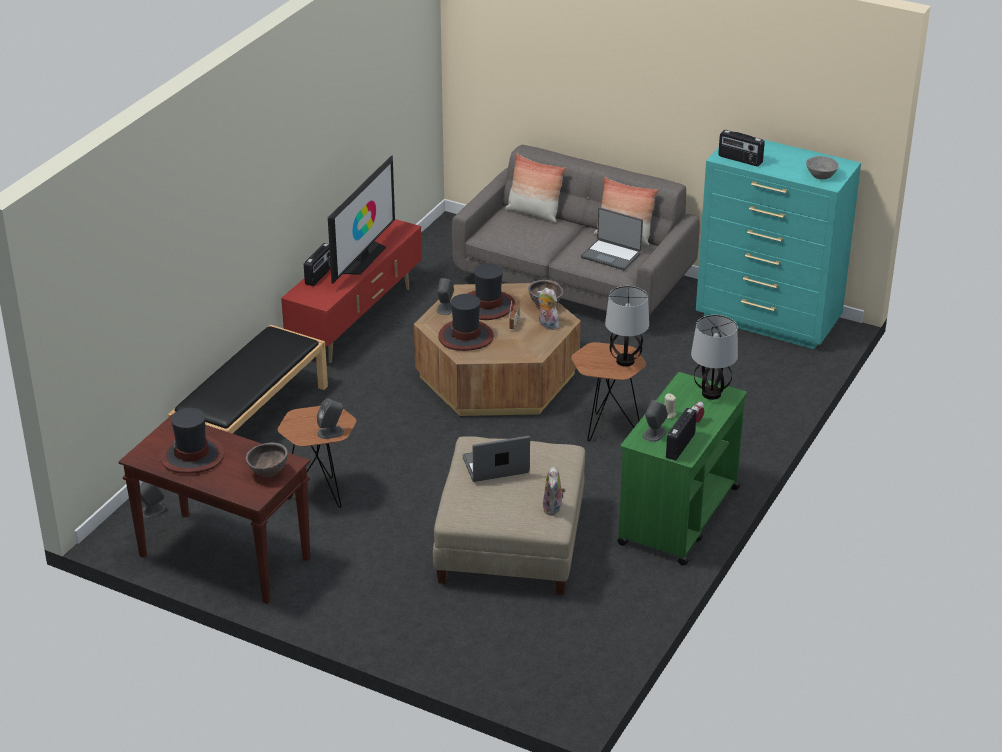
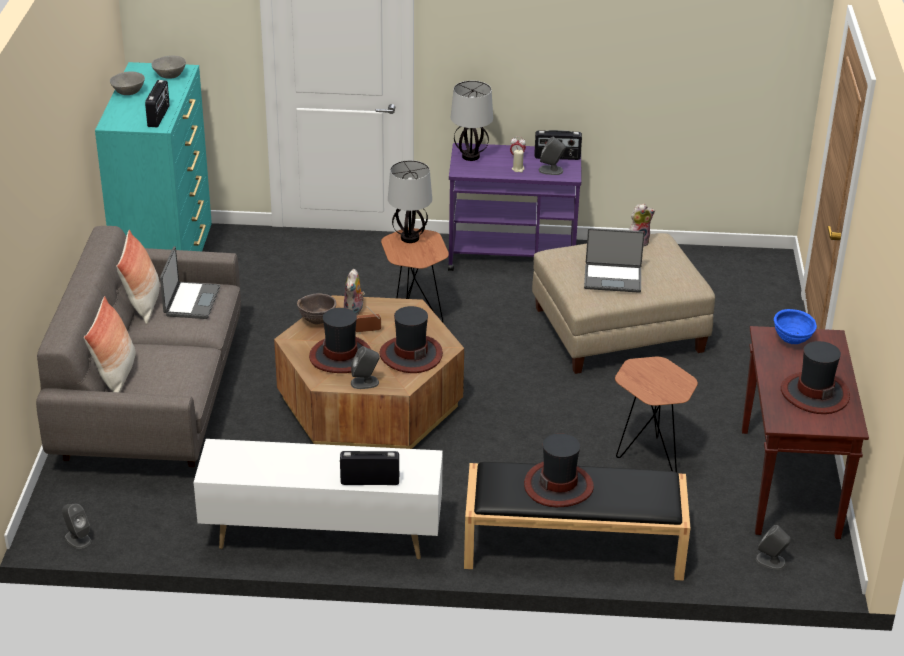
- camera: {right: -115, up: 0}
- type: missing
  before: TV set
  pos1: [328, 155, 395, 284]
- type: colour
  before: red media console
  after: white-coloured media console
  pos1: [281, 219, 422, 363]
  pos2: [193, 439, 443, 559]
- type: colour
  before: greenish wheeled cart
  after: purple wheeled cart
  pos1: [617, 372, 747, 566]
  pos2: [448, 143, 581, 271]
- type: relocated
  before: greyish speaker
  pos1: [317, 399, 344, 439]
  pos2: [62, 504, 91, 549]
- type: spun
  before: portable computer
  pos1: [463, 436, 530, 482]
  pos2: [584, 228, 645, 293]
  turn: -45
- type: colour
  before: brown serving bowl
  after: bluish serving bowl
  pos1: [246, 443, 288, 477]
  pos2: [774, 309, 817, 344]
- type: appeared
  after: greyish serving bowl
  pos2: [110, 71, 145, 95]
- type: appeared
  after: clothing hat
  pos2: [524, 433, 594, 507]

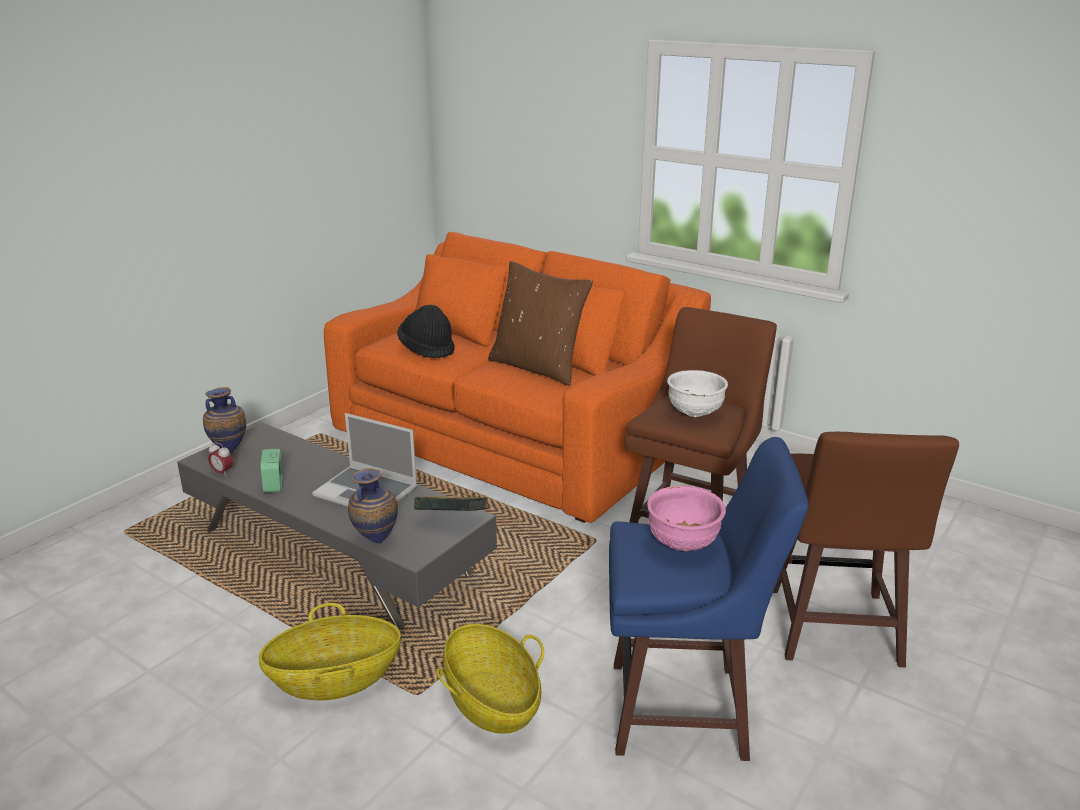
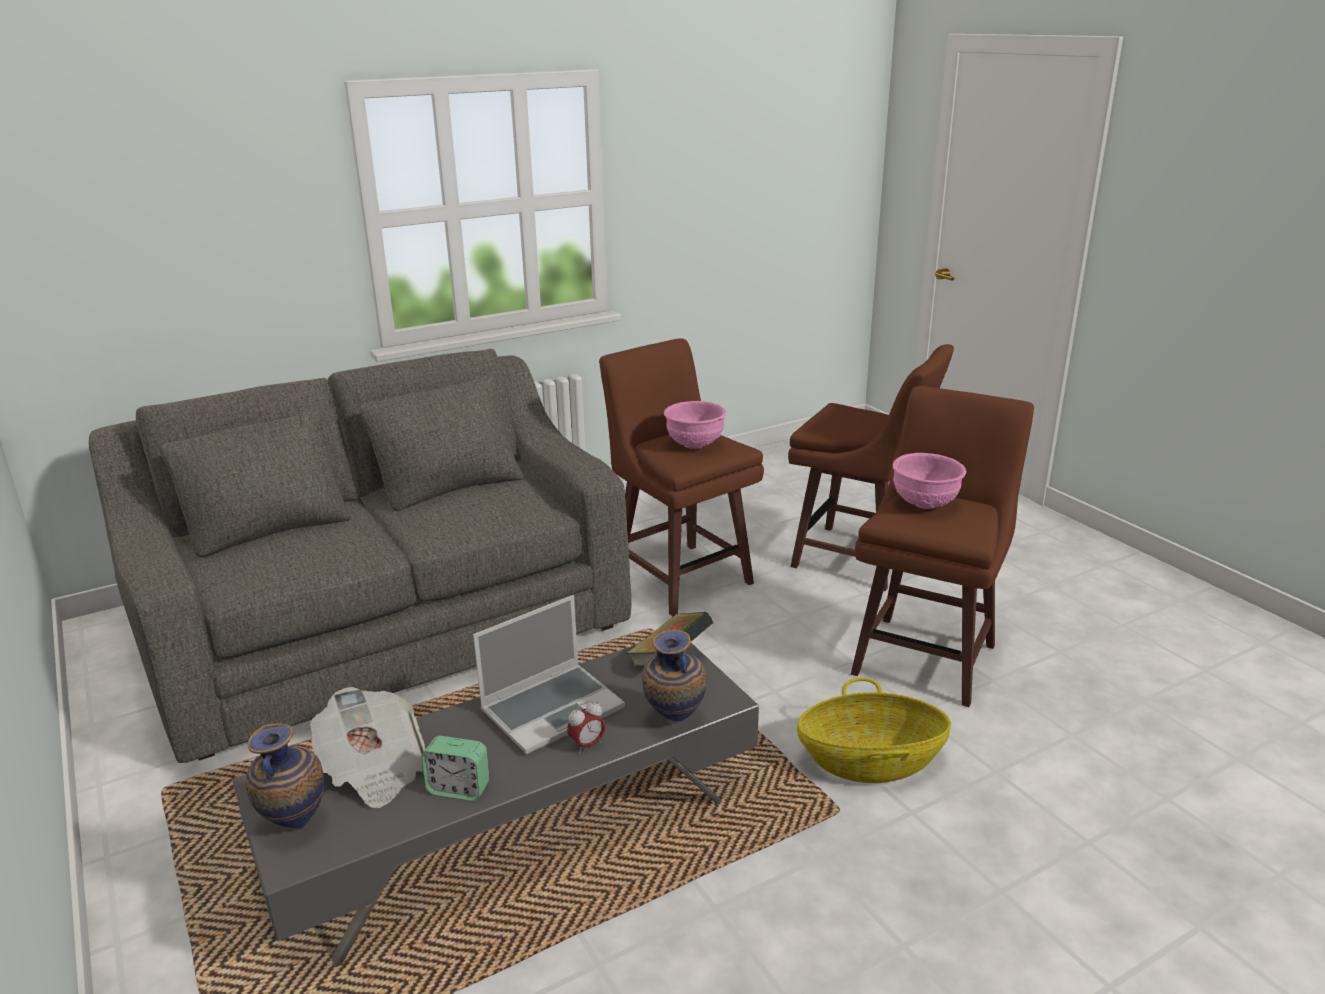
- camera: {right: -65, up: 0}
- type: colour
  before: orange sofa
  after: greyish sofa
  pos1: [324, 232, 711, 523]
  pos2: [89, 349, 632, 763]
- type: missing
  before: brown cushion
  pos1: [488, 261, 593, 386]
- type: missing
  before: blackish clothing hat
  pos1: [397, 305, 455, 358]
- type: colour
  before: white-coloured serving bowl
  after: pinkish serving bowl
  pos1: [667, 370, 728, 417]
  pos2: [664, 401, 726, 449]
- type: colour
  before: bluish stool
  after: brown stool
  pos1: [609, 437, 809, 761]
  pos2: [851, 386, 1034, 707]
- type: relocated
  before: bedside clock
  pos1: [208, 442, 233, 477]
  pos2: [567, 701, 606, 754]
- type: missing
  before: storage basket
  pos1: [259, 603, 401, 701]
- type: appeared
  after: newspaper
  pos2: [310, 687, 425, 808]

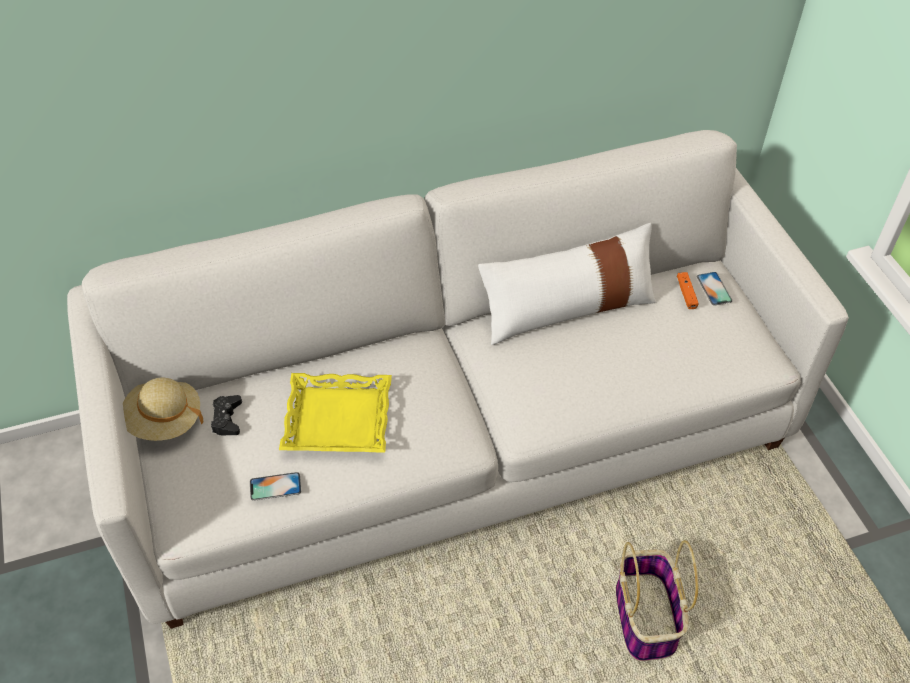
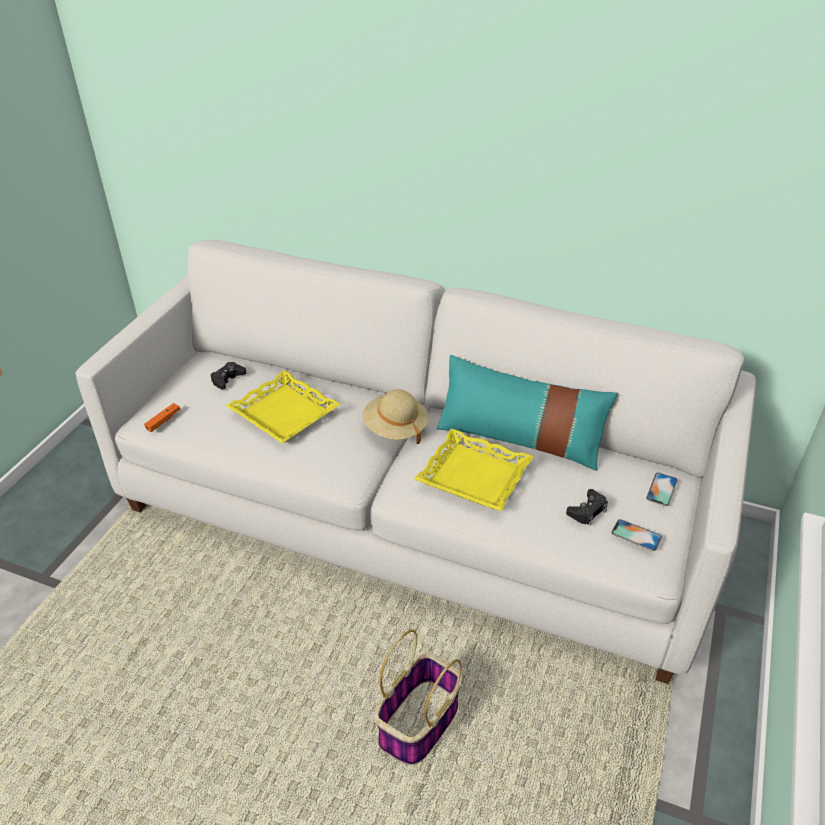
- camera: {right: 40, up: -10}
- type: colour
  before: white-coloured cushion
  after: blue-green cushion
  pos1: [478, 223, 656, 345]
  pos2: [436, 355, 618, 471]
- type: relocated
  before: orange joypad
  pos1: [677, 272, 699, 309]
  pos2: [144, 403, 180, 432]
- type: relocated
  before: beige-coloured clothing hat
  pos1: [123, 378, 203, 441]
  pos2: [362, 389, 428, 444]
- type: relocated
  before: telephone
  pos1: [250, 472, 301, 501]
  pos2: [611, 519, 662, 551]
- type: appeared
  after: yellow tray
  pos2: [415, 428, 534, 511]
- type: appeared
  after: blackish joypad
  pos2: [566, 489, 608, 526]

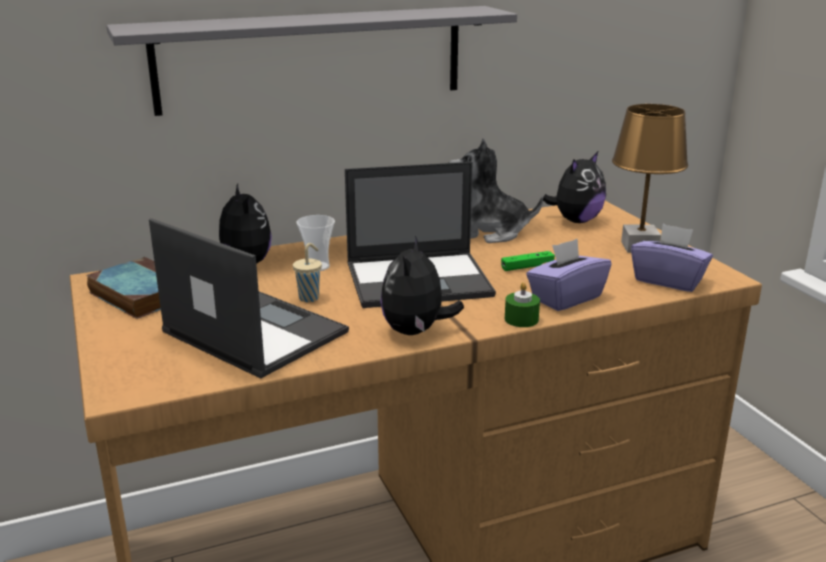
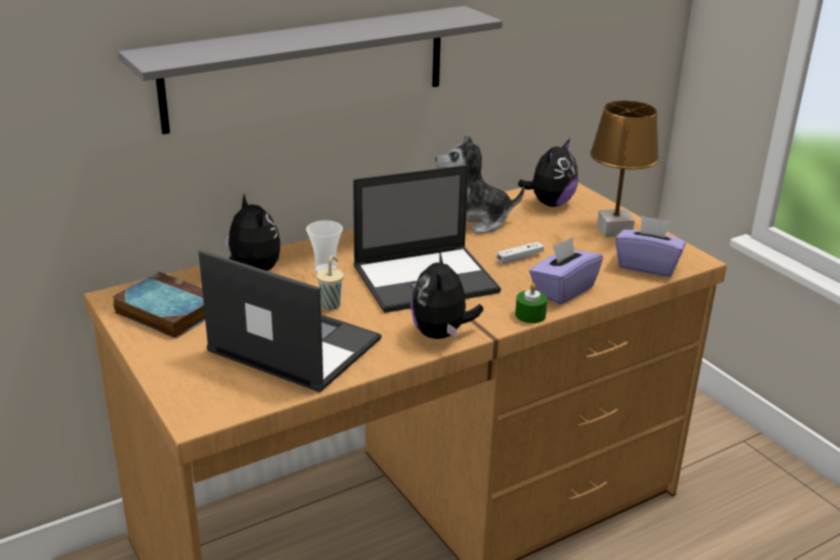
- camera: {right: -10, up: 5}
- type: colour
  before: greenish joypad
  after: white-coloured joypad
  pos1: [501, 251, 555, 271]
  pos2: [497, 242, 544, 264]

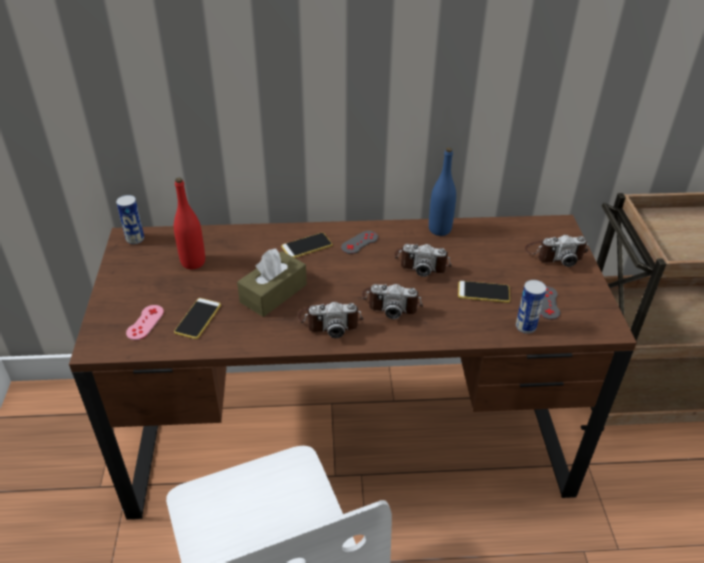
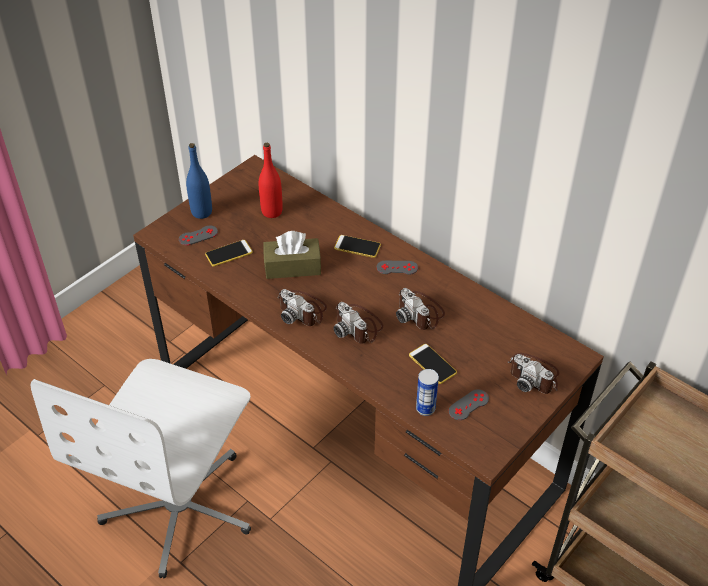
- camera: {right: 45, up: 5}
- type: relocated
  before: bluish drink bottle
  pos1: [429, 147, 456, 236]
  pos2: [186, 143, 212, 219]
- type: missing
  before: sealed can
  pos1: [116, 195, 144, 244]
- type: colour
  before: pinkish joypad
  after: greyish joypad
  pos1: [126, 305, 164, 340]
  pos2: [179, 226, 218, 245]

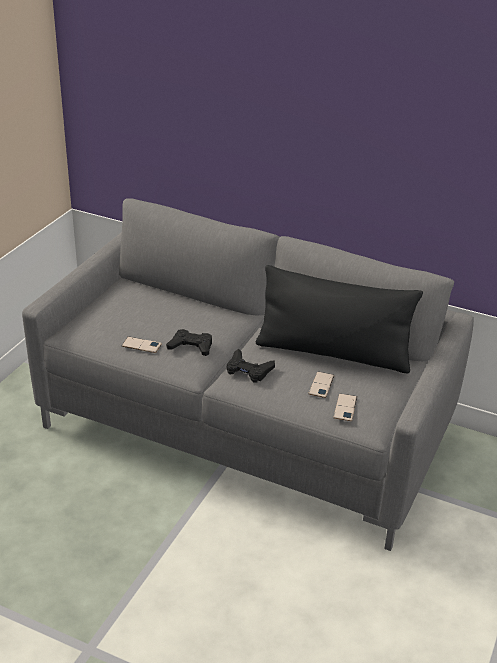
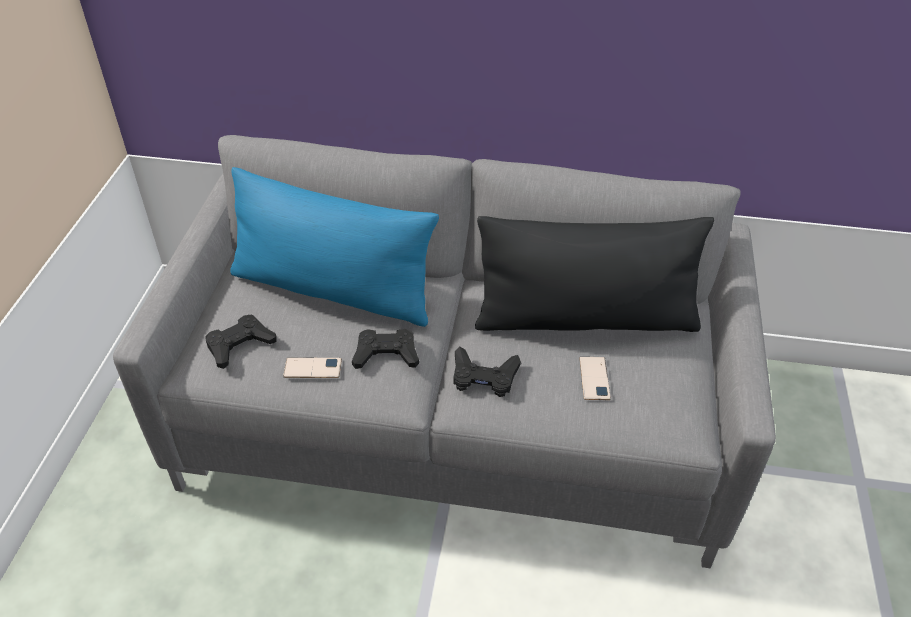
- camera: {right: -15, up: 10}
- type: missing
  before: telephone
  pos1: [333, 394, 357, 421]
- type: appeared
  after: bluish cushion
  pos2: [230, 167, 439, 327]
- type: appeared
  after: blackish joypad
  pos2: [205, 314, 277, 369]

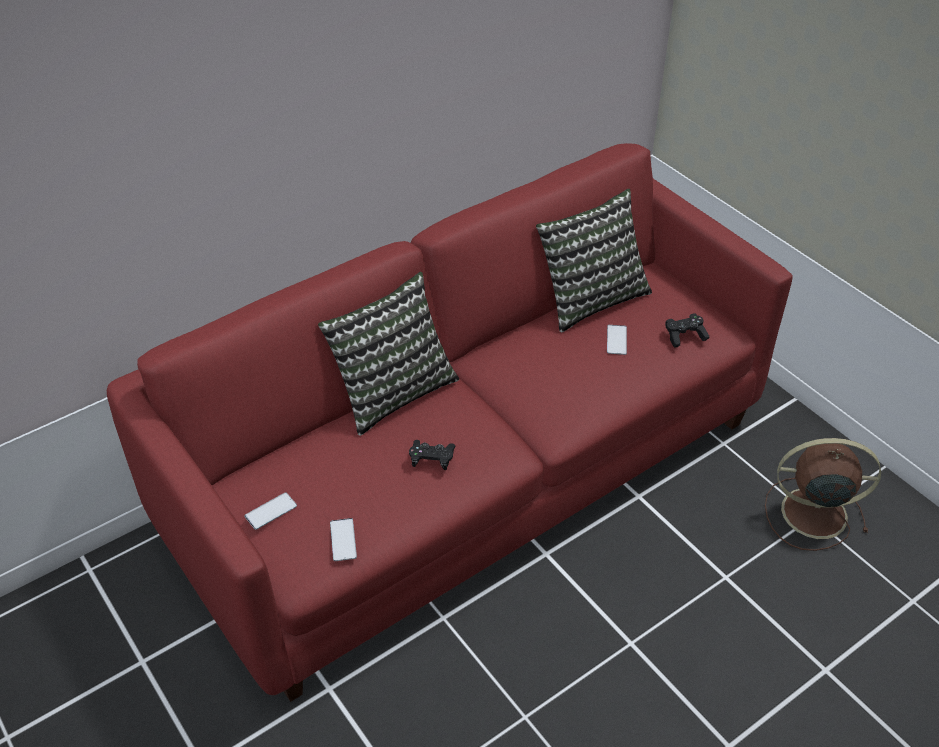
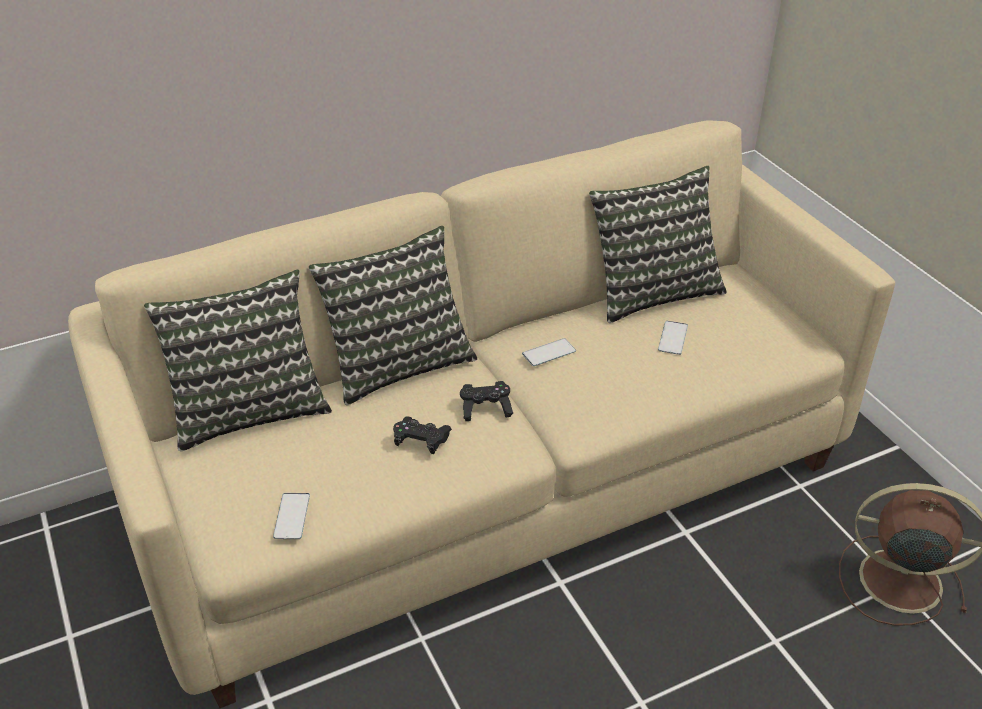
- camera: {right: 10, up: -5}
- type: colour
  before: red sofa
  after: beige-coloured sofa
  pos1: [107, 143, 793, 702]
  pos2: [68, 120, 895, 708]
- type: relocated
  before: blackish joypad
  pos1: [665, 314, 709, 348]
  pos2: [460, 381, 513, 421]
- type: relocated
  before: telephone
  pos1: [244, 492, 297, 530]
  pos2: [522, 338, 576, 366]
- type: appeared
  after: cushion
  pos2: [144, 270, 332, 452]

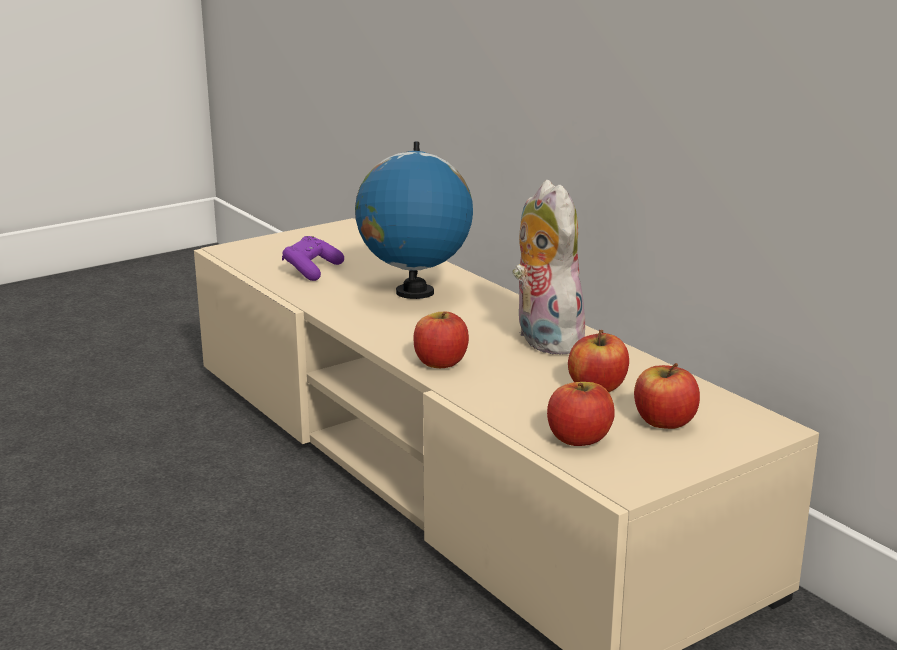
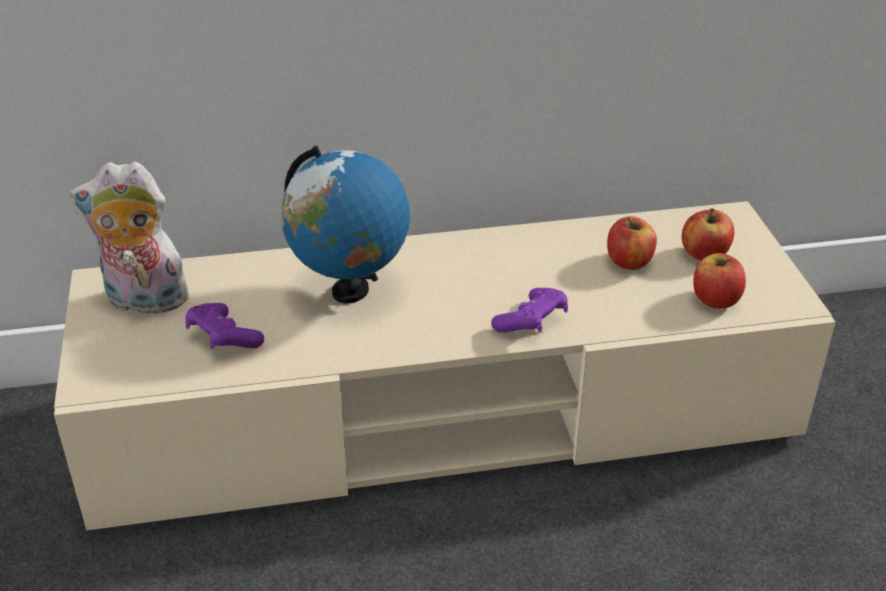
- camera: {right: -65, up: 15}
- type: relocated
  before: cuddly toy
  pos1: [512, 180, 585, 355]
  pos2: [70, 162, 195, 314]
- type: exchanged
  before: whole apple
  after: purple joypad
  pos1: [414, 312, 469, 368]
  pos2: [491, 288, 568, 333]

